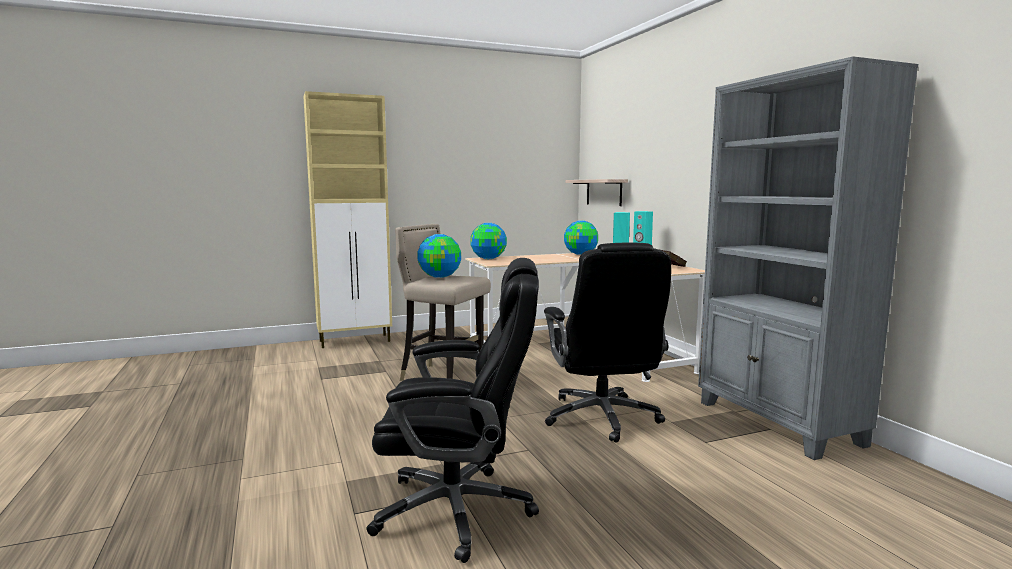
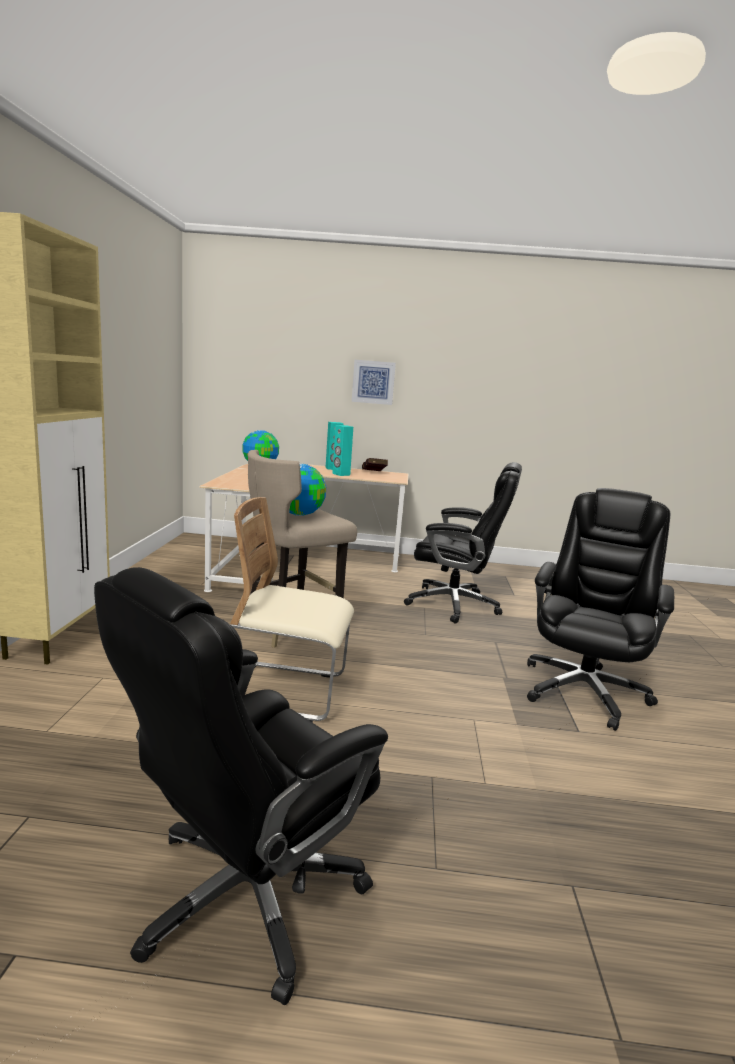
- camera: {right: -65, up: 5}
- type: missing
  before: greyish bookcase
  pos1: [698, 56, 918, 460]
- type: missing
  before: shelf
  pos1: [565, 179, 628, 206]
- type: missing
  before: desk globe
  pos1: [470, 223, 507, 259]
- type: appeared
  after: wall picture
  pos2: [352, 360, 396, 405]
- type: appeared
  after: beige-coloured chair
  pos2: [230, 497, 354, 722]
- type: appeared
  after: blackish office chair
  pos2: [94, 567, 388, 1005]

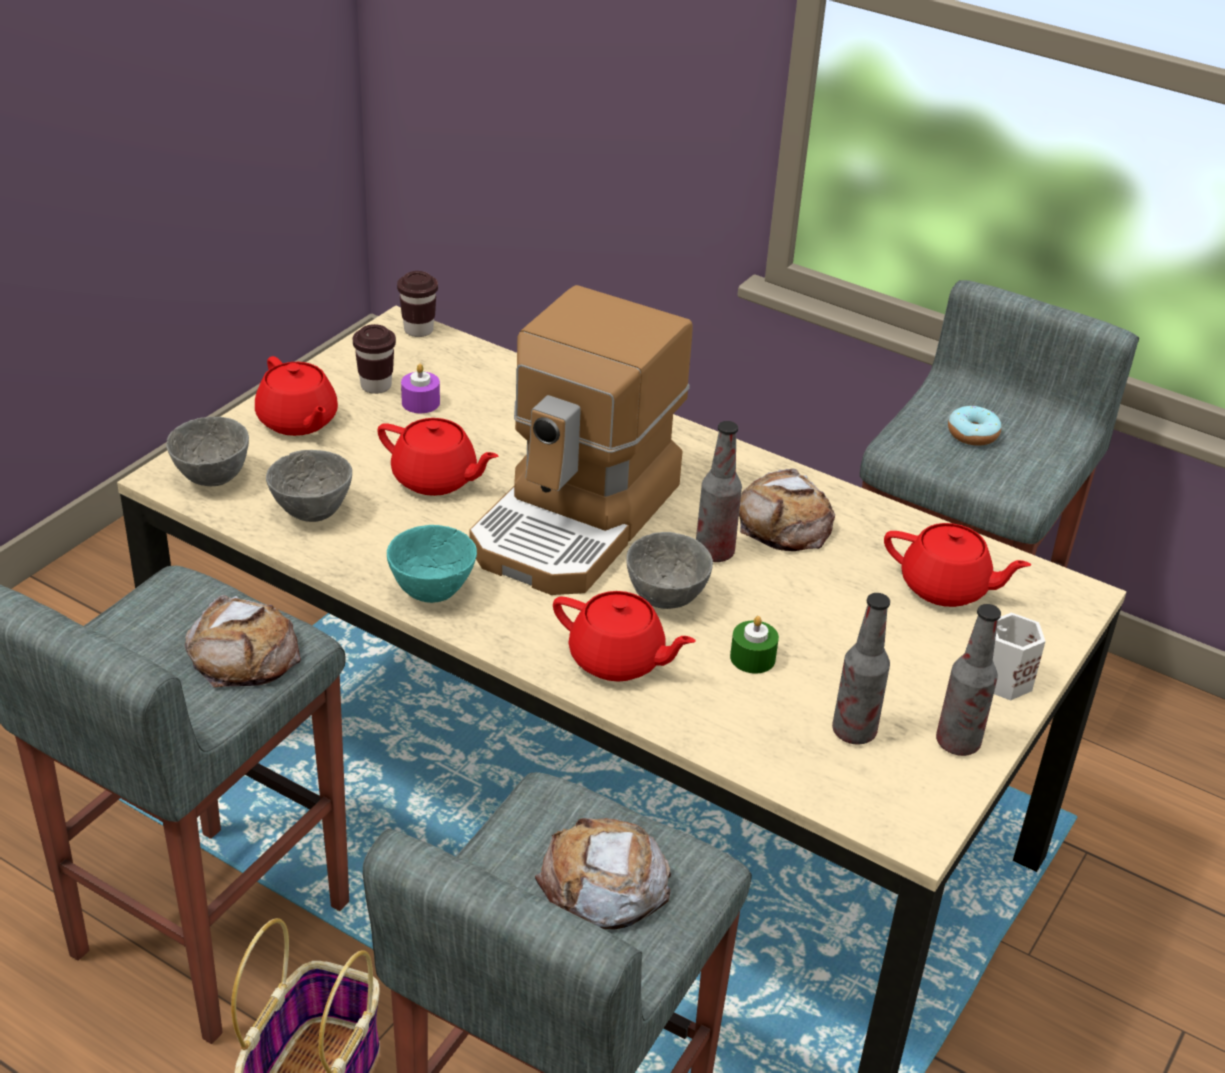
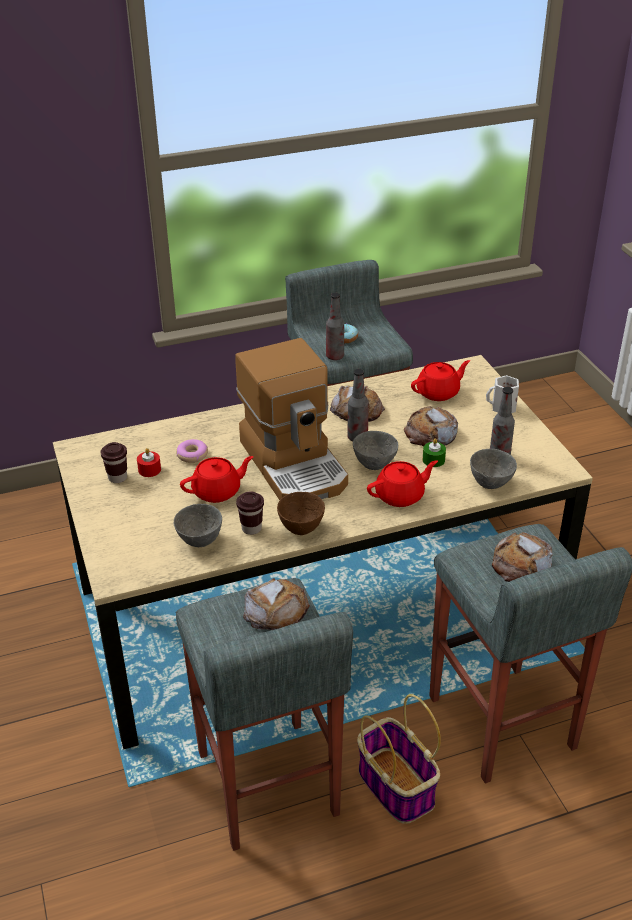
- camera: {right: -50, up: 0}
- type: relocated
  before: brown cup
  pos1: [397, 271, 438, 337]
  pos2: [236, 492, 264, 535]
- type: missing
  before: red teapot
  pos1: [255, 356, 338, 436]
- type: colour
  before: purple wax light
  after: red wax light
  pos1: [401, 364, 440, 413]
  pos2: [137, 448, 161, 477]
- type: relocated
  before: greyish serving bowl
  pos1: [166, 417, 249, 486]
  pos2: [470, 449, 517, 489]
- type: colour
  before: blue-green serving bowl
  after: brown serving bowl
  pos1: [387, 525, 477, 603]
  pos2: [277, 492, 325, 535]
- type: relocated
  before: drink bottle
  pos1: [936, 604, 1001, 756]
  pos2: [326, 293, 344, 360]
- type: appeared
  after: baked bread
  pos2: [404, 406, 458, 446]
- type: appeared
  after: ring doughnut
  pos2: [176, 439, 208, 463]

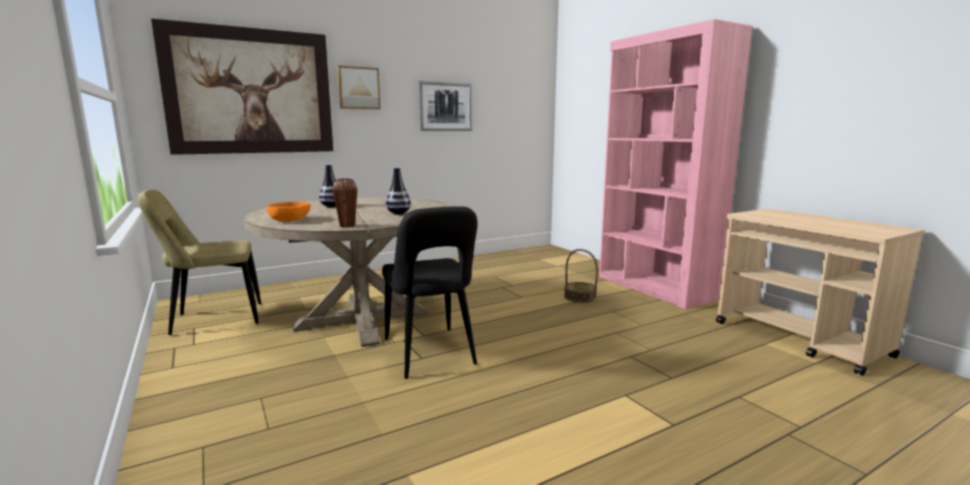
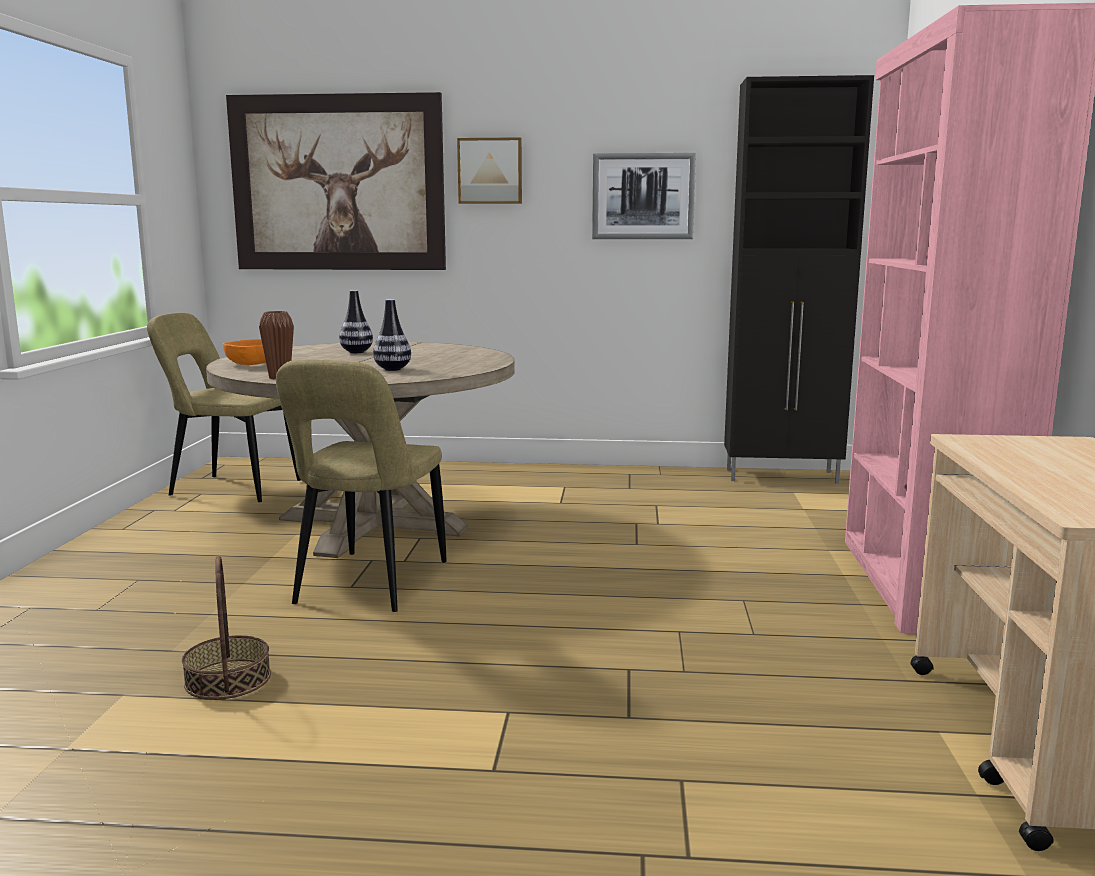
- camera: {right: 35, up: 0}
- type: colour
  before: blackish chair
  after: beige-coloured chair
  pos1: [382, 206, 477, 379]
  pos2: [276, 360, 447, 612]
- type: relocated
  before: storage basket
  pos1: [564, 249, 598, 303]
  pos2: [182, 556, 271, 700]
- type: appeared
  after: blackish storage cabinet
  pos2: [724, 75, 874, 484]

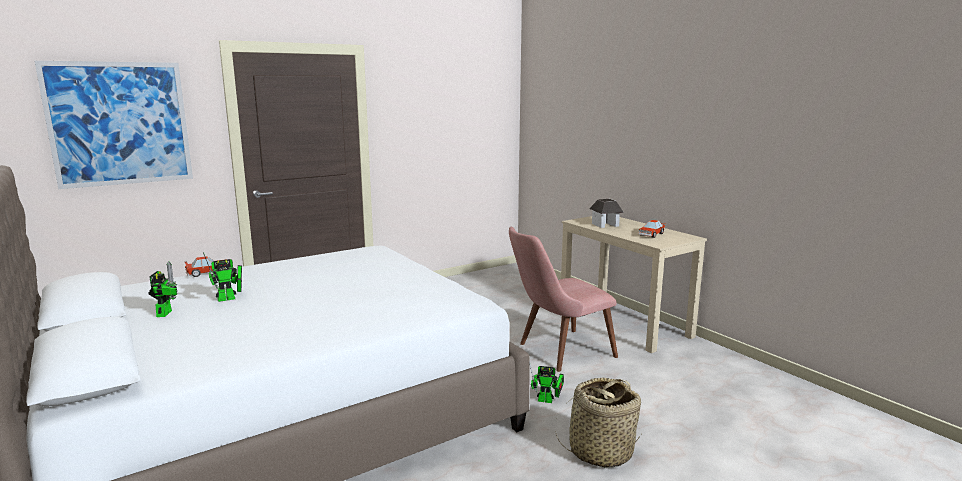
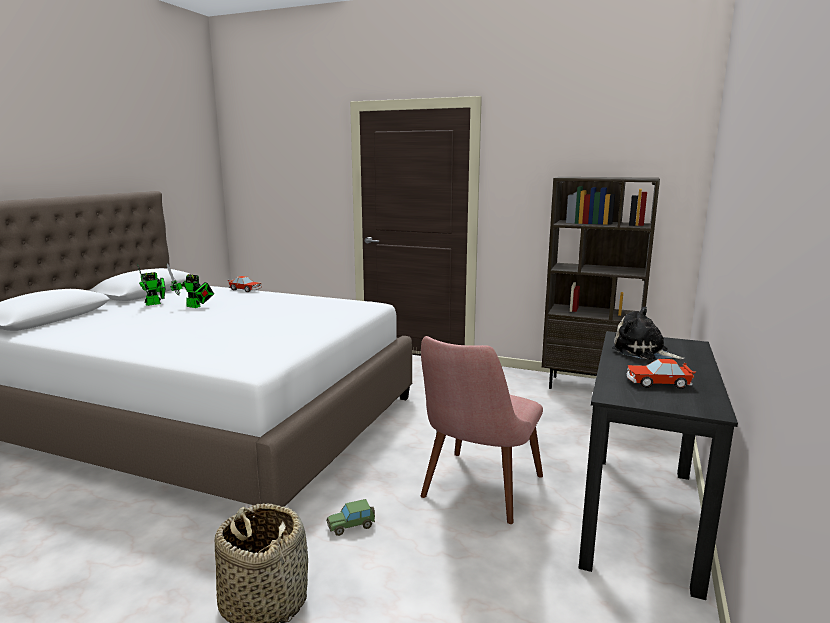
- camera: {right: 55, up: 0}
- type: missing
  before: wall picture
  pos1: [35, 61, 193, 189]
- type: exchanged
  before: miniature house
  after: cuddly toy
  pos1: [589, 199, 624, 228]
  pos2: [612, 307, 685, 360]
- type: colour
  before: beige-coloured desk table
  after: blackish desk table
  pos1: [561, 216, 707, 353]
  pos2: [578, 331, 738, 600]
- type: spun
  before: pinkish chair
  pos1: [509, 227, 618, 372]
  pos2: [420, 336, 543, 524]
  turn: -90
- type: exchanged
  before: model robot
  after: toy car
  pos1: [530, 365, 564, 403]
  pos2: [326, 499, 375, 536]
- type: appeared
  after: brown bookcase
  pos2: [542, 177, 660, 389]

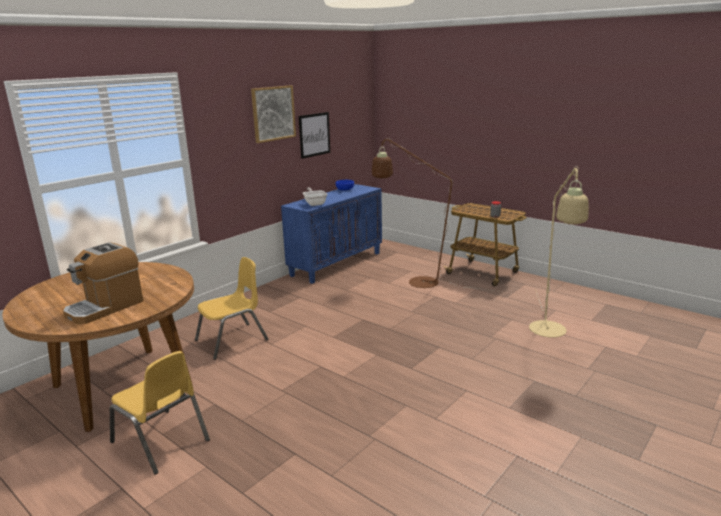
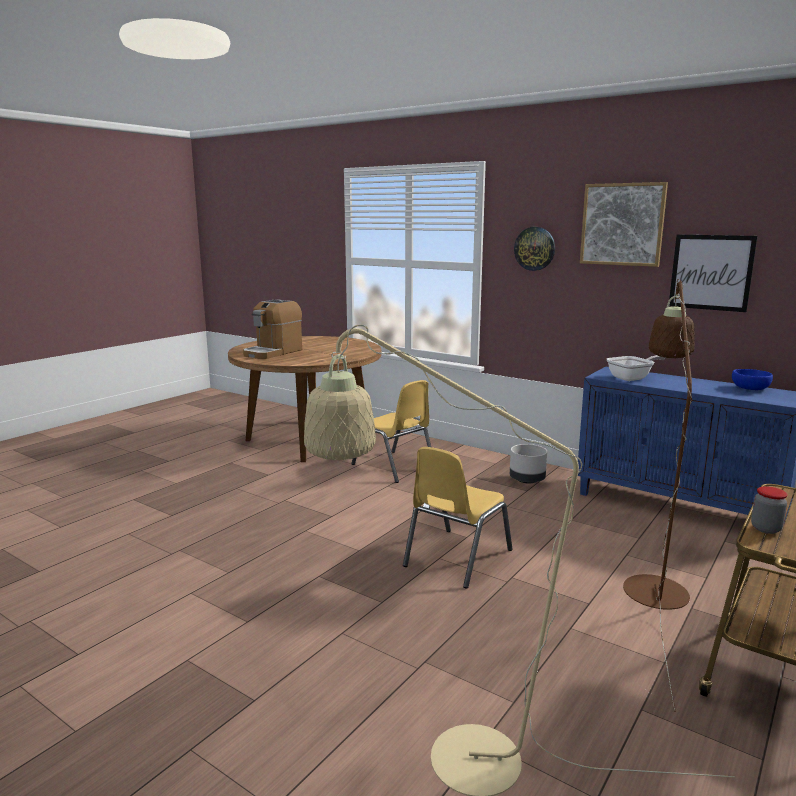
- camera: {right: 85, up: -5}
- type: spun
  before: coffee maker
  pos1: [63, 242, 144, 324]
  pos2: [243, 299, 302, 359]
  turn: -90
- type: relocated
  before: yellow chair
  pos1: [110, 351, 210, 474]
  pos2: [403, 447, 512, 589]
- type: appeared
  after: wall clock
  pos2: [514, 227, 555, 271]
- type: appeared
  after: greyish flower pot
  pos2: [510, 444, 547, 484]

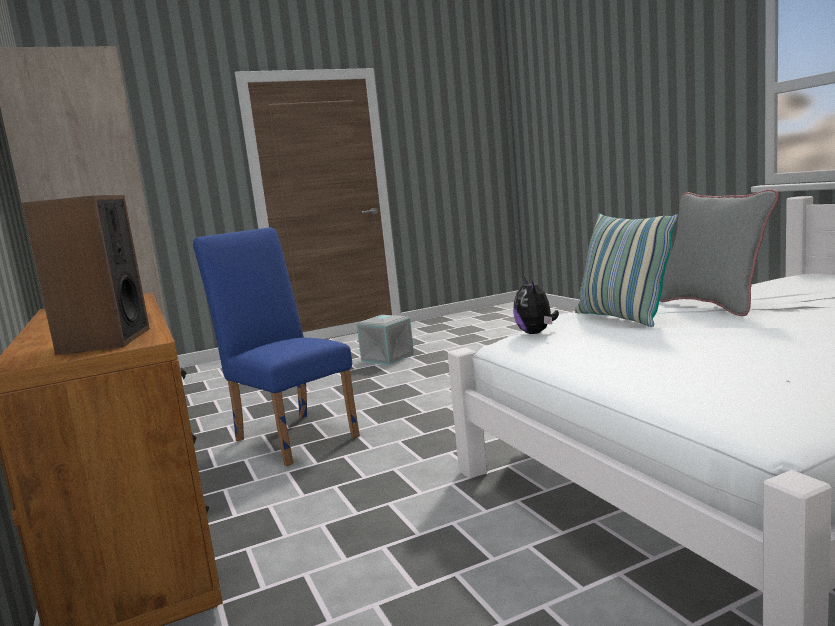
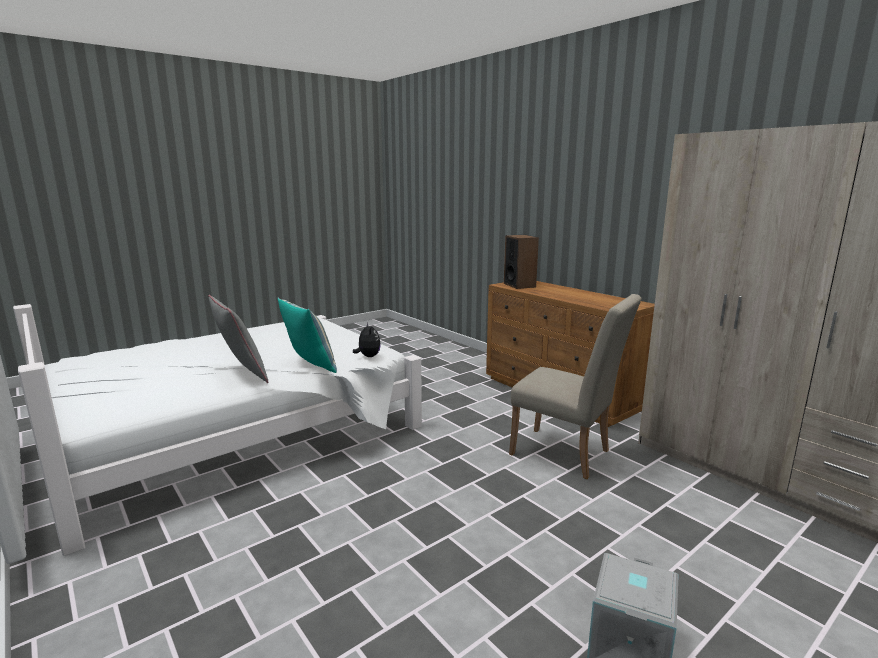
- camera: {right: 165, up: 5}
- type: colour
  before: bluish chair
  after: beige-coloured chair
  pos1: [193, 227, 360, 466]
  pos2: [509, 294, 642, 479]

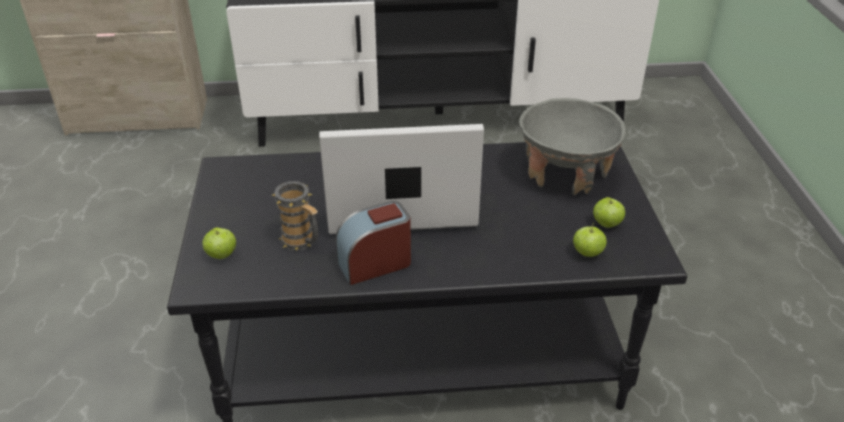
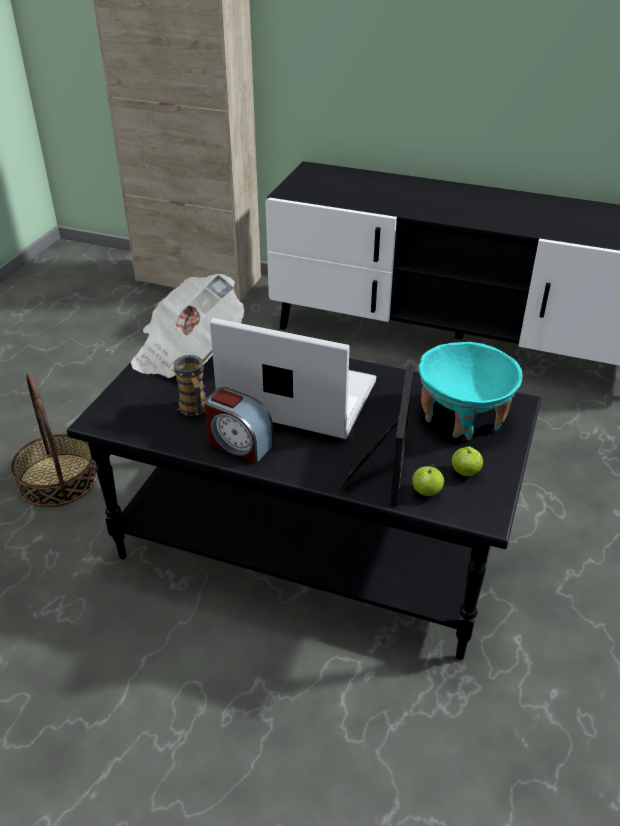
- camera: {right: 25, up: 0}
- type: colour
  before: greyish serving bowl
  after: blue-green serving bowl
  pos1: [519, 98, 626, 195]
  pos2: [418, 342, 522, 440]
- type: spun
  before: bedside clock
  pos1: [336, 201, 411, 285]
  pos2: [204, 387, 274, 464]
  turn: -150
- type: missing
  before: whole apple
  pos1: [202, 228, 236, 259]
- type: appeared
  after: newspaper
  pos2: [131, 274, 244, 378]
- type: appeared
  after: photo frame
  pos2: [340, 365, 413, 506]
- type: appeared
  after: storage basket
  pos2: [11, 373, 98, 507]

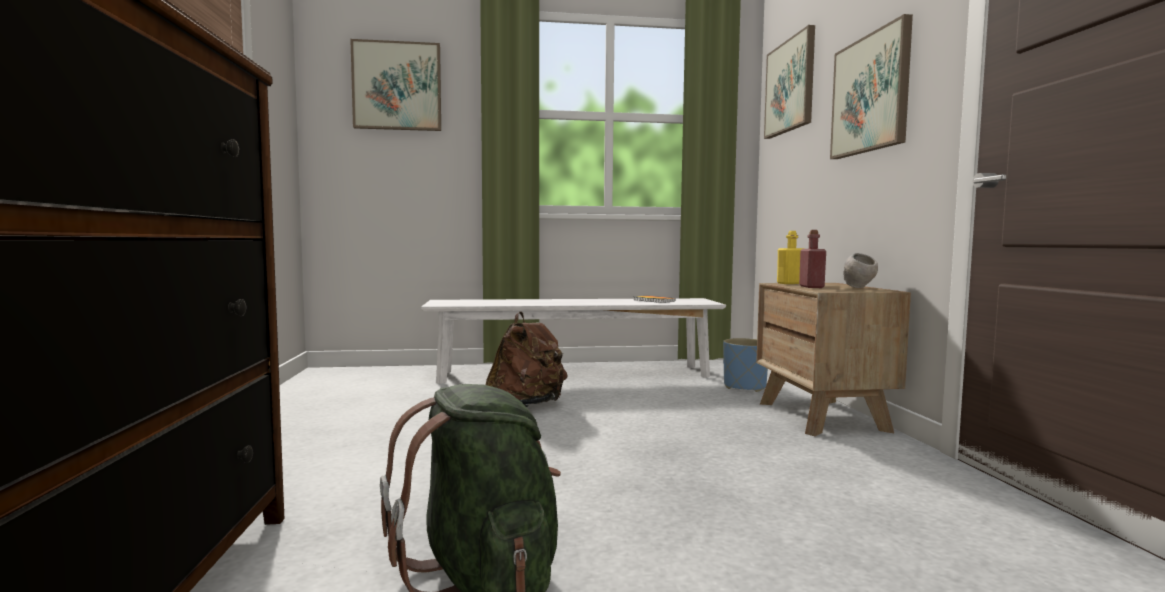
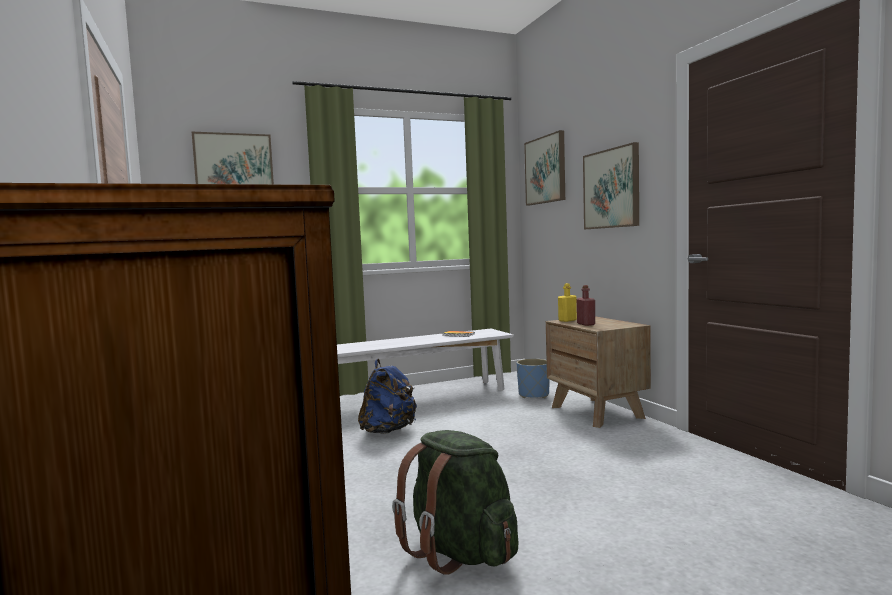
- camera: {right: -15, up: 0}
- type: missing
  before: greyish serving bowl
  pos1: [844, 253, 878, 288]
- type: colour
  before: brown rucksack
  after: bluish rucksack
  pos1: [486, 311, 568, 407]
  pos2: [358, 359, 417, 434]

